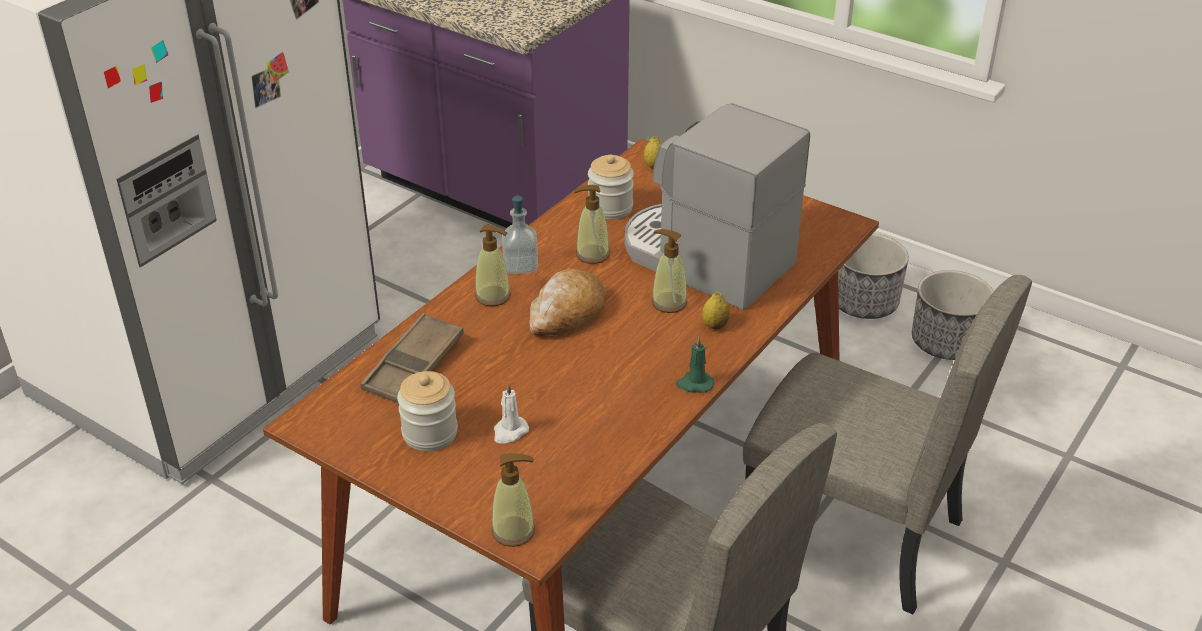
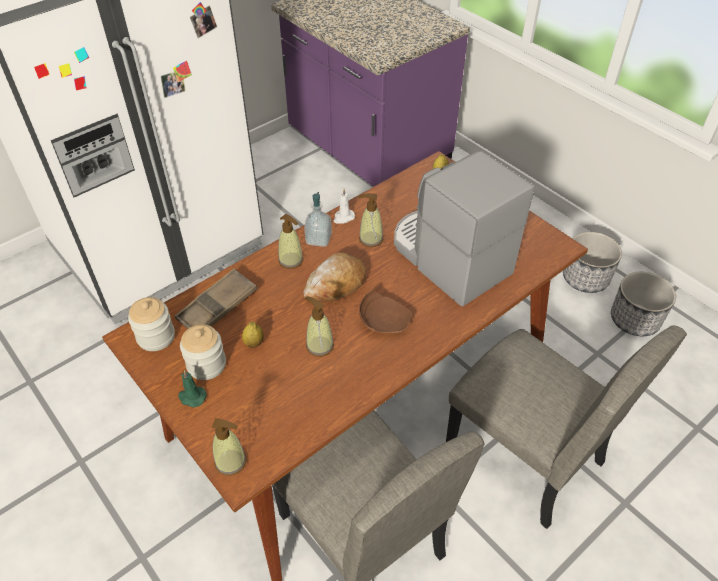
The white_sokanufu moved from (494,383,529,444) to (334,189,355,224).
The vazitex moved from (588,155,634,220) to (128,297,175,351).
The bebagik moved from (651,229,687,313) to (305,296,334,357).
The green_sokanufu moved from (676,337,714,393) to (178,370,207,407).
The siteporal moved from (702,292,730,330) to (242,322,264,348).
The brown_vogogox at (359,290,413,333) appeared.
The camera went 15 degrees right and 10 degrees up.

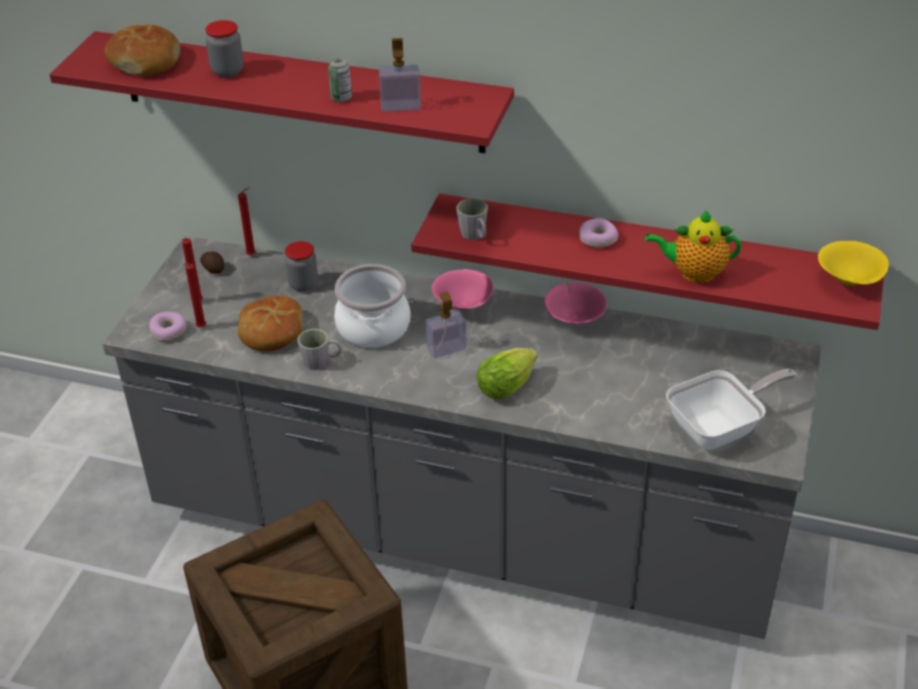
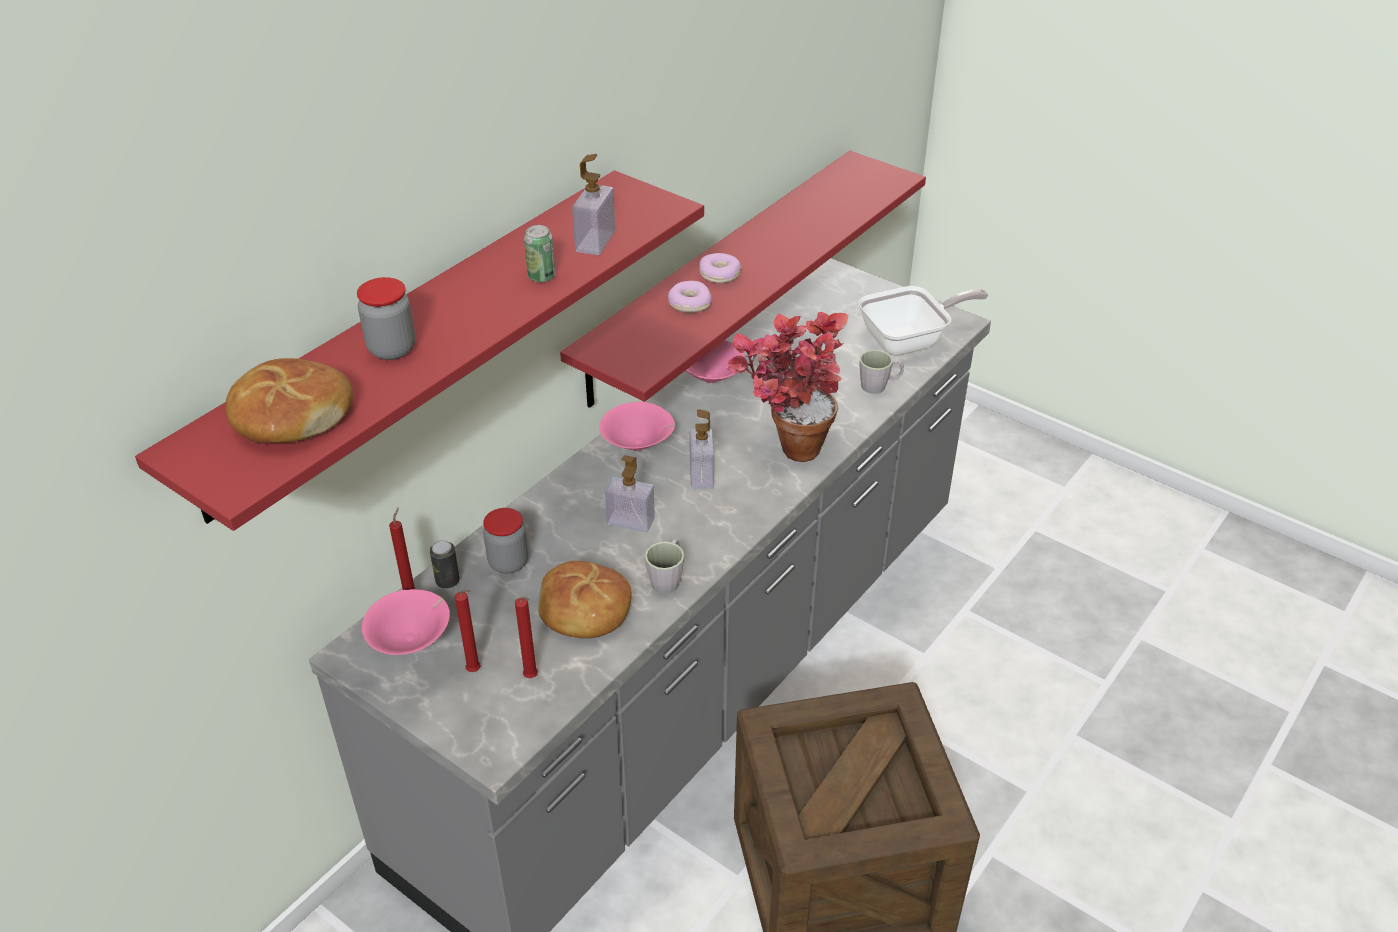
The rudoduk moved from (149,312,187,341) to (668,281,712,313).
The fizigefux at (200,251,224,274) was replaced by the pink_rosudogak at (362,589,450,655).
The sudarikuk at (334,264,410,348) was replaced by the bebagik at (605,455,655,532).
The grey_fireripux moved from (456,198,488,240) to (860,350,904,394).
The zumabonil at (476,348,537,399) was replaced by the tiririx at (726,312,848,462).
The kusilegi at (645,210,741,283) disappeared.
The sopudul at (666,369,796,450) turned 75 degrees clockwise.
The yellow_rosudogak at (818,241,889,286) disappeared.
The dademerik at (430,540,460,589) appeared.
The camera went 70 degrees left and 0 degrees up.

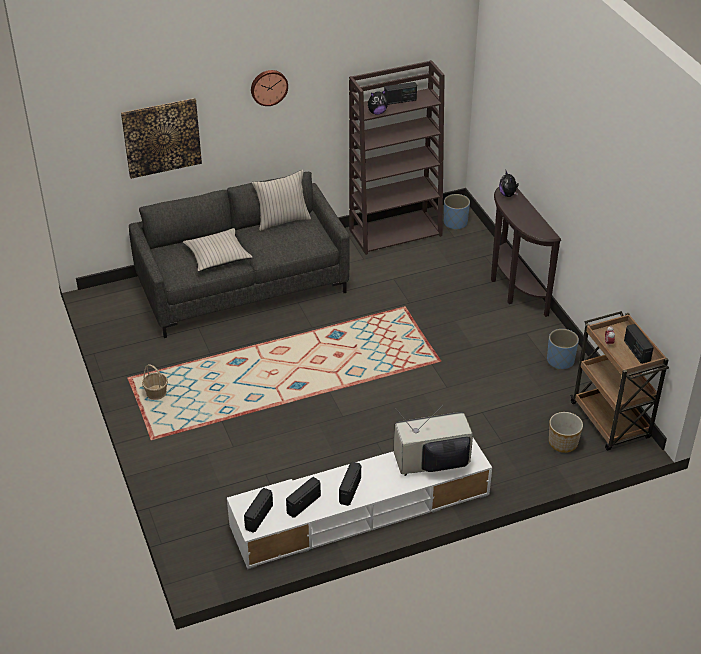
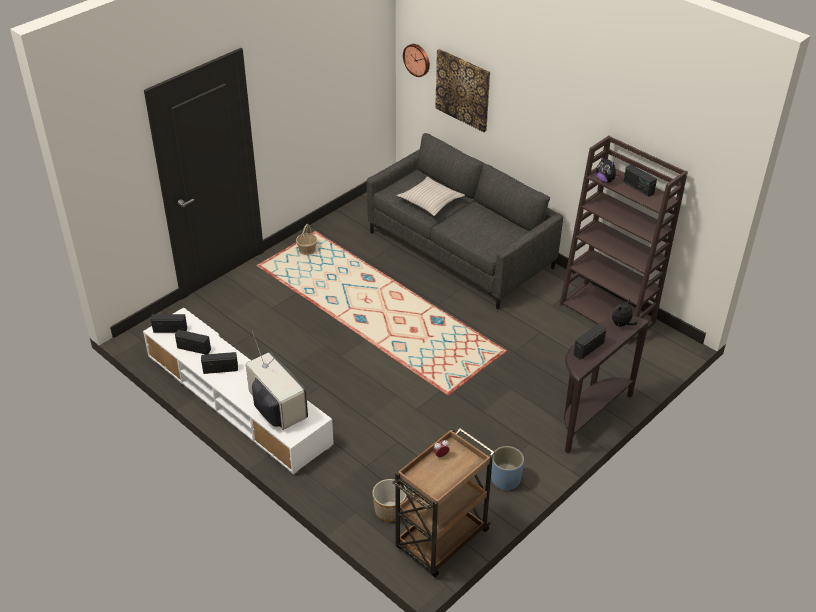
The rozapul moved from (251,70,288,106) to (403,44,430,77).
The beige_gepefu at (252,170,311,231) disappeared.
The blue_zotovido at (444,194,470,230) disappeared.
The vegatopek moved from (624,324,654,364) to (574,324,606,359).
The camera went 65 degrees right and 0 degrees up.

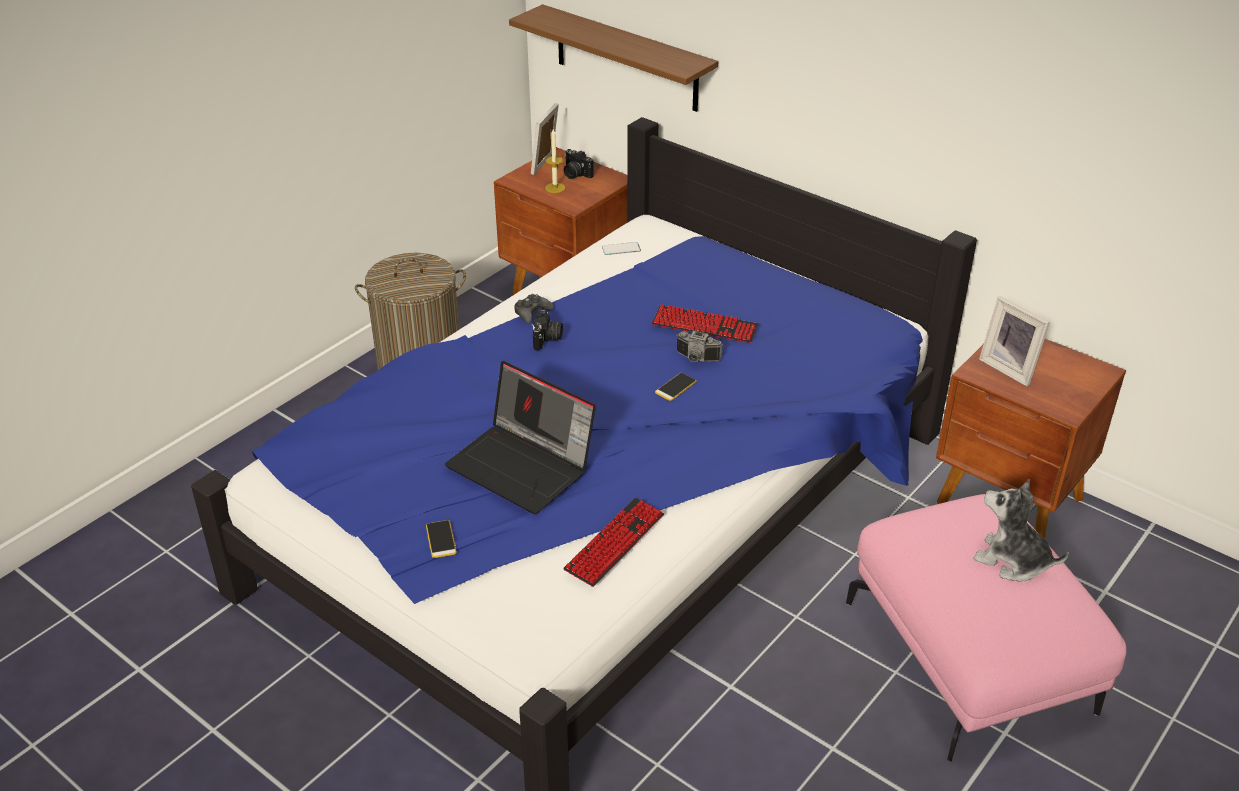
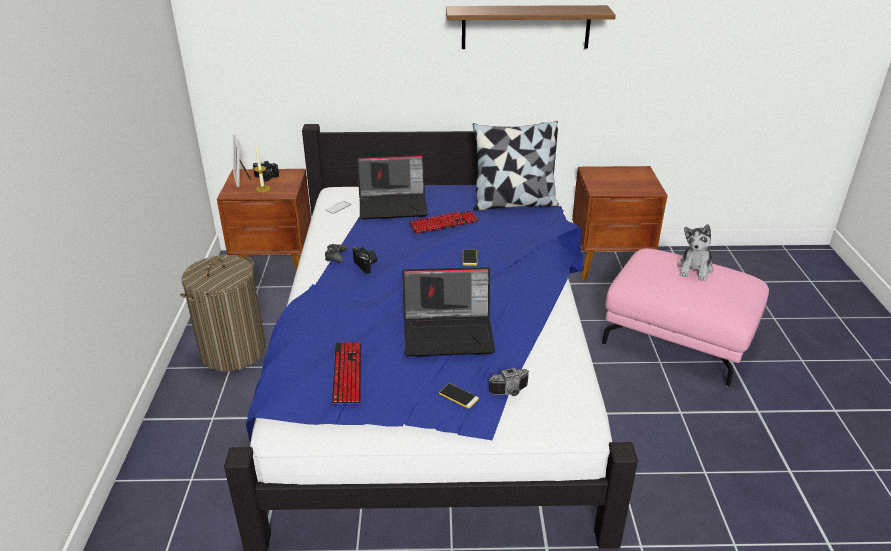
The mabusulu moved from (509,4,718,112) to (446,5,616,49).
The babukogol moved from (563,498,664,587) to (332,342,361,404).
The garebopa moved from (677,331,723,362) to (489,368,529,396).
The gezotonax at (973,479,1069,581) turned 60 degrees counterclockwise.
The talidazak at (979,296,1050,386) disappeared.
The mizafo at (357,155,428,219) appeared.
The gepefu at (473,121,559,211) appeared.
The camera went 40 degrees left and 5 degrees down.

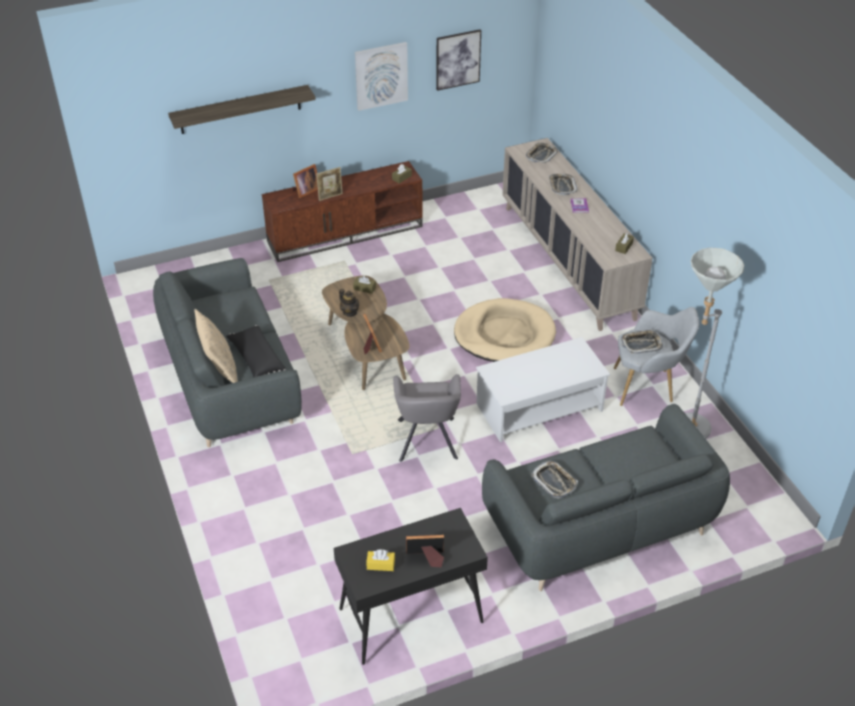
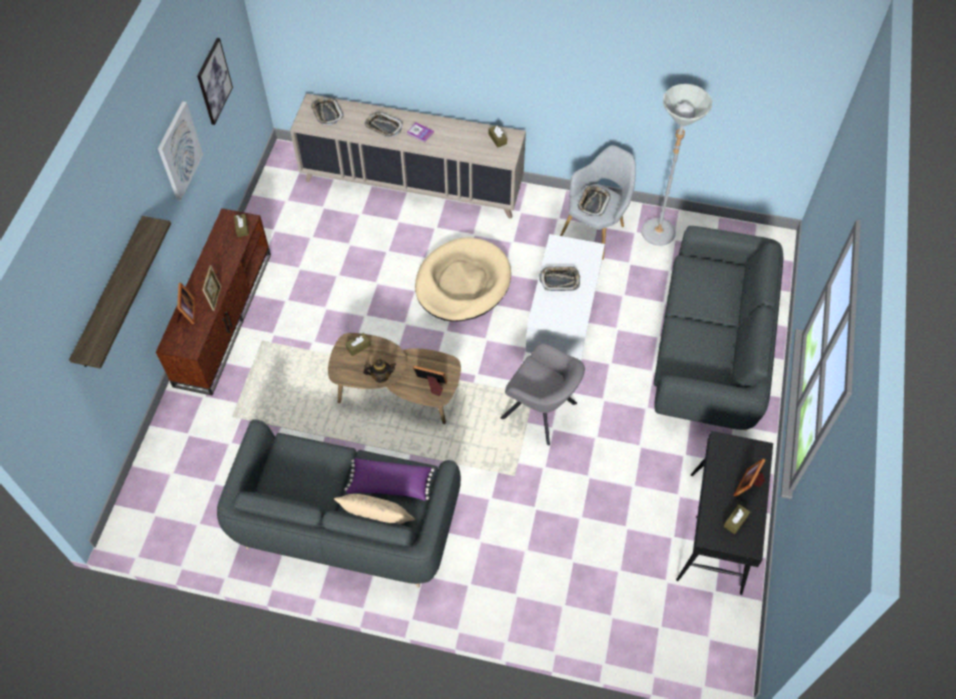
The black_gepefu at (226,325,286,377) became the purple_gepefu at (344,458,434,501).
The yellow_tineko at (366,549,395,571) became the brown_tineko at (723,504,750,534).
The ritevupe moved from (531,461,578,499) to (539,266,580,291).
The camera went 55 degrees left and 15 degrees up.

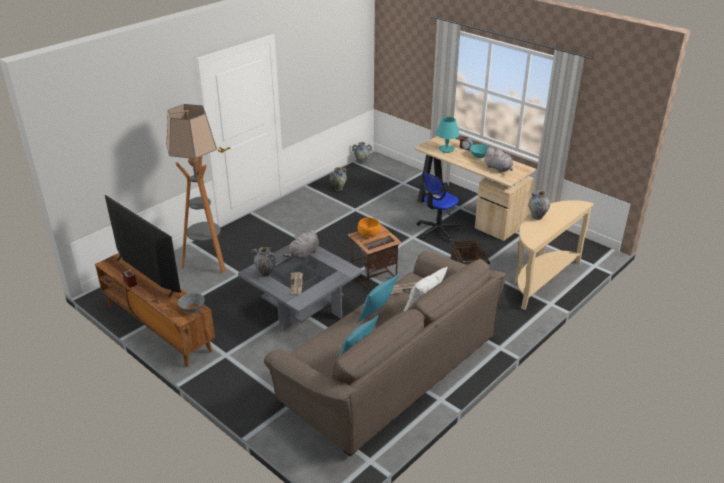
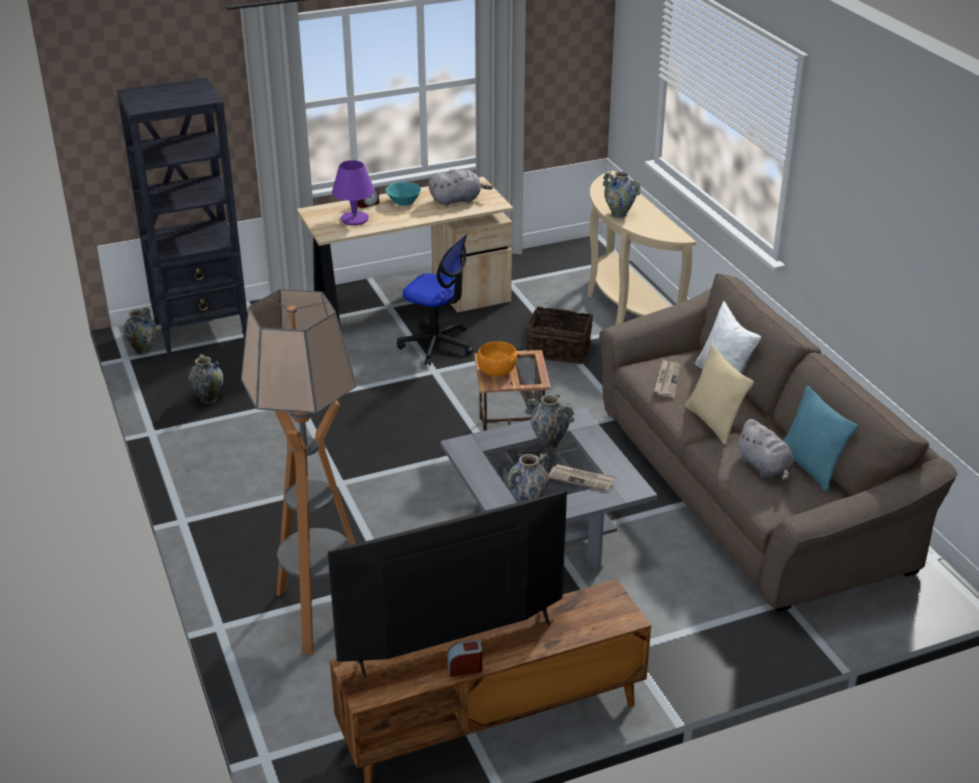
The grey_rosudogak at (178,293,205,313) disappeared.
The grey_gezotonax moved from (283,230,319,260) to (736,419,794,482).
The turquoise_gepefu at (357,274,399,323) became the beige_gepefu at (685,345,754,445).
The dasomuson at (416,171,460,242) turned 45 degrees counterclockwise.
The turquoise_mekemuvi at (436,117,460,153) became the purple_mekemuvi at (332,160,375,225).
The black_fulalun at (117,78,247,354) appeared.
The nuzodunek at (525,394,574,449) appeared.
The camera went 65 degrees left and 0 degrees up.

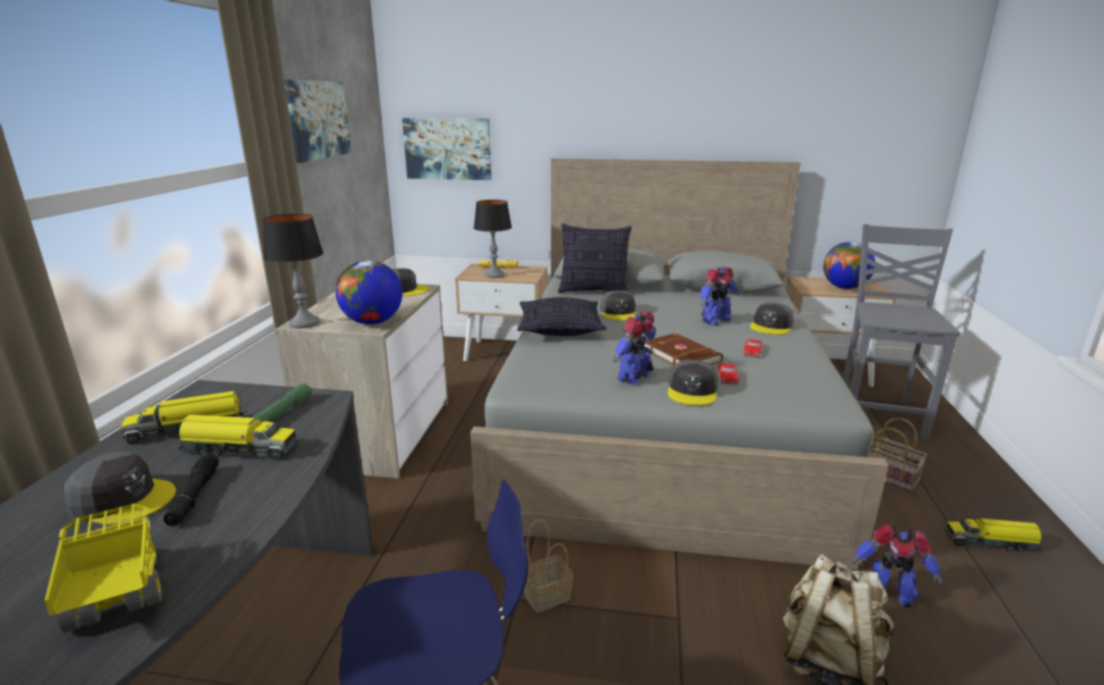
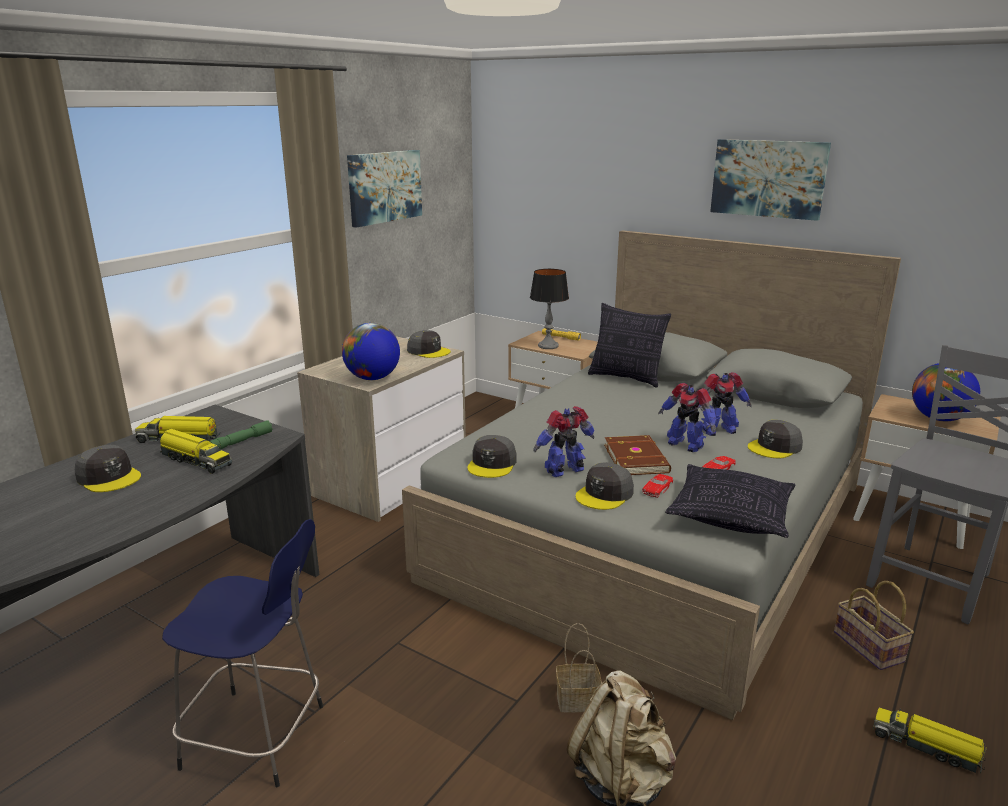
The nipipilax at (44,503,162,633) disappeared.
The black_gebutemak at (164,453,219,526) disappeared.
The mekemuvi at (263,214,323,328) disappeared.
The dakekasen moved from (402,118,491,180) to (710,139,831,221).
The gepefu moved from (517,297,606,336) to (665,464,796,538).
The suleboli moved from (524,520,573,613) to (556,623,602,713).
The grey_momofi moved from (600,290,638,321) to (467,435,517,478).
The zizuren moved from (852,524,942,607) to (658,383,717,452).
The camera went 25 degrees right and 0 degrees up.

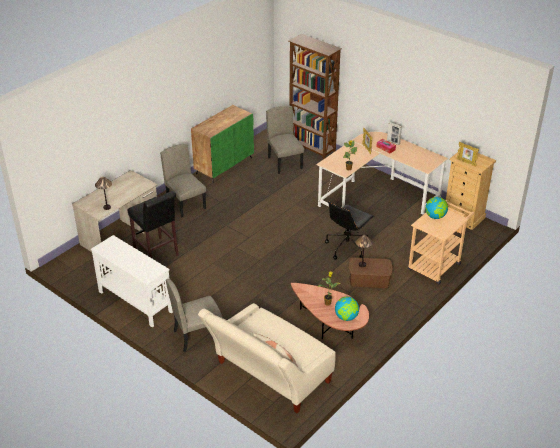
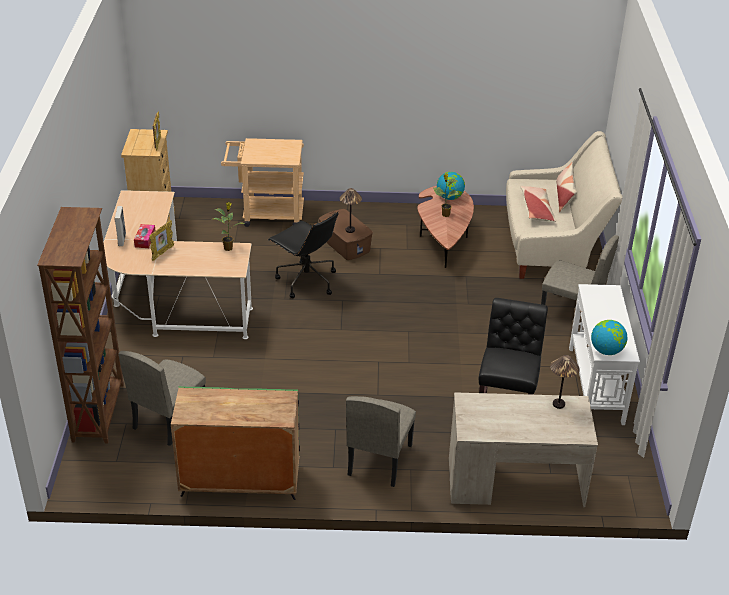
The black_dasomuson at (325,202,374,260) turned 45 degrees clockwise.
The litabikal moved from (425,197,448,219) to (591,320,628,355).
The gepefu at (520,186,557,222) appeared.
The camera went 130 degrees left and 0 degrees up.

